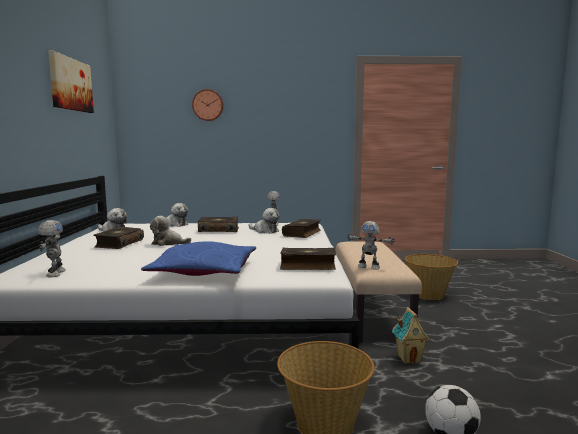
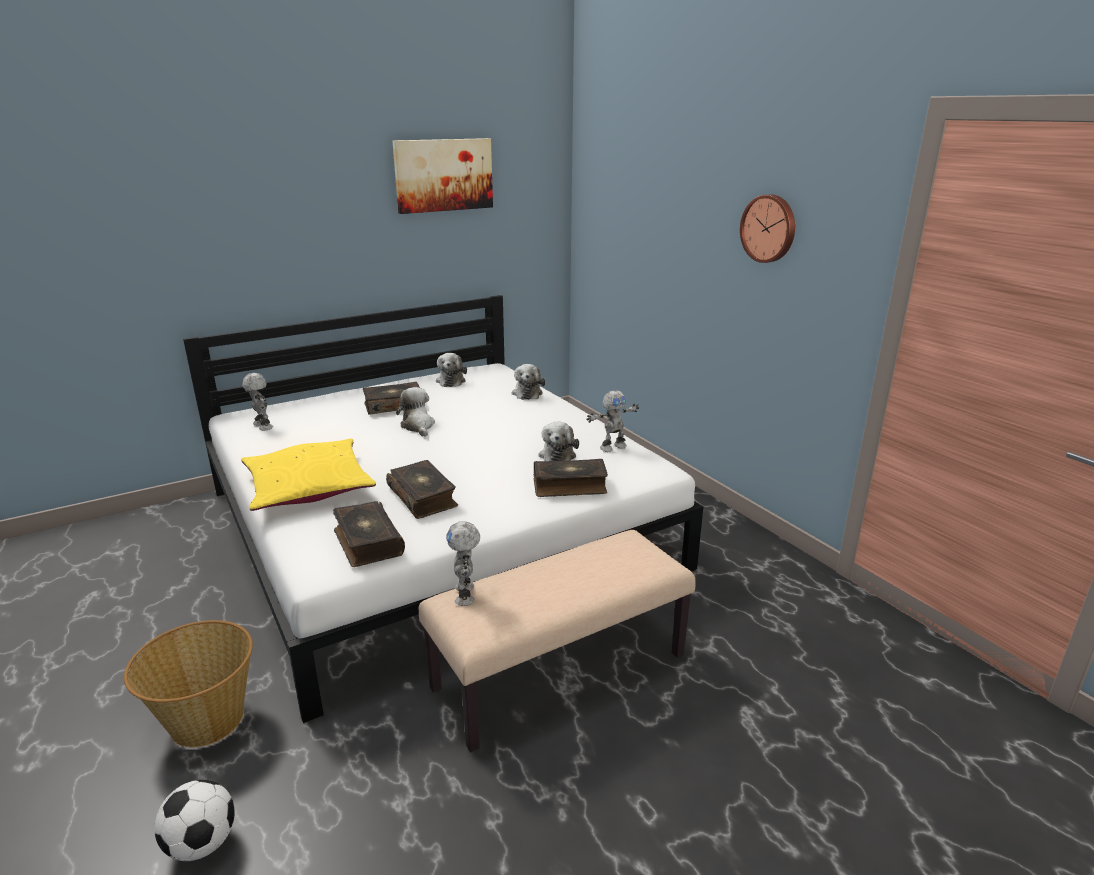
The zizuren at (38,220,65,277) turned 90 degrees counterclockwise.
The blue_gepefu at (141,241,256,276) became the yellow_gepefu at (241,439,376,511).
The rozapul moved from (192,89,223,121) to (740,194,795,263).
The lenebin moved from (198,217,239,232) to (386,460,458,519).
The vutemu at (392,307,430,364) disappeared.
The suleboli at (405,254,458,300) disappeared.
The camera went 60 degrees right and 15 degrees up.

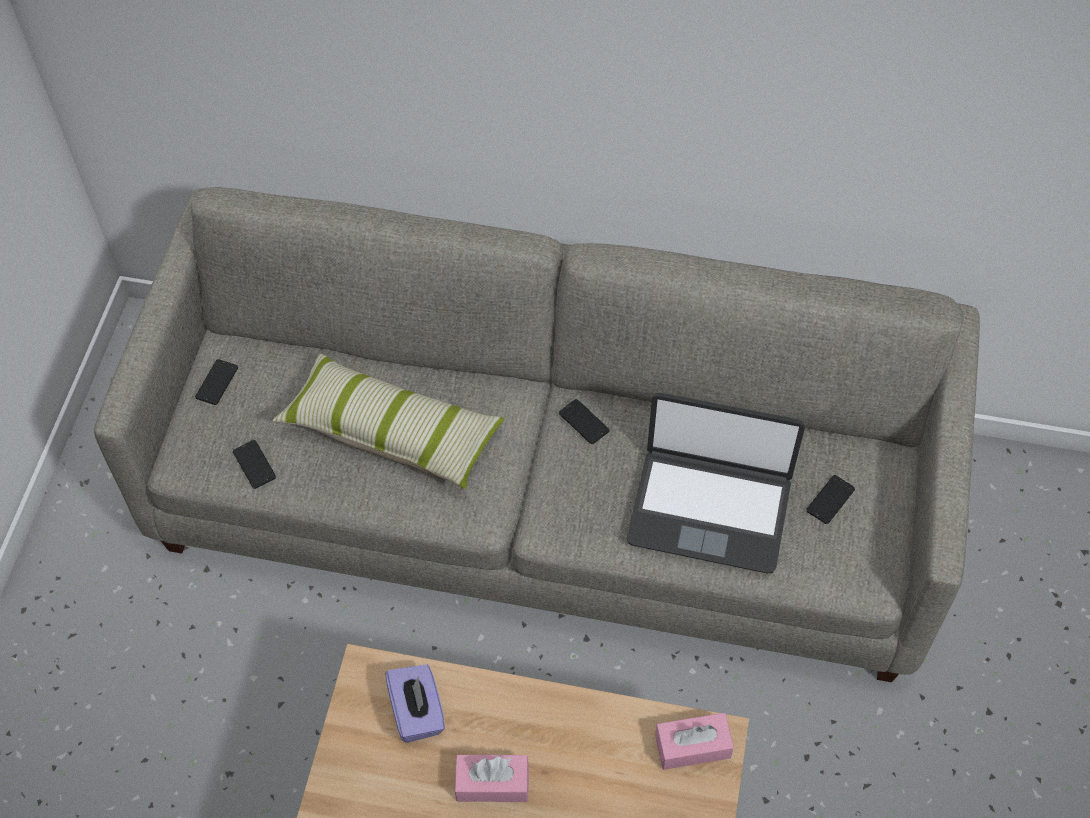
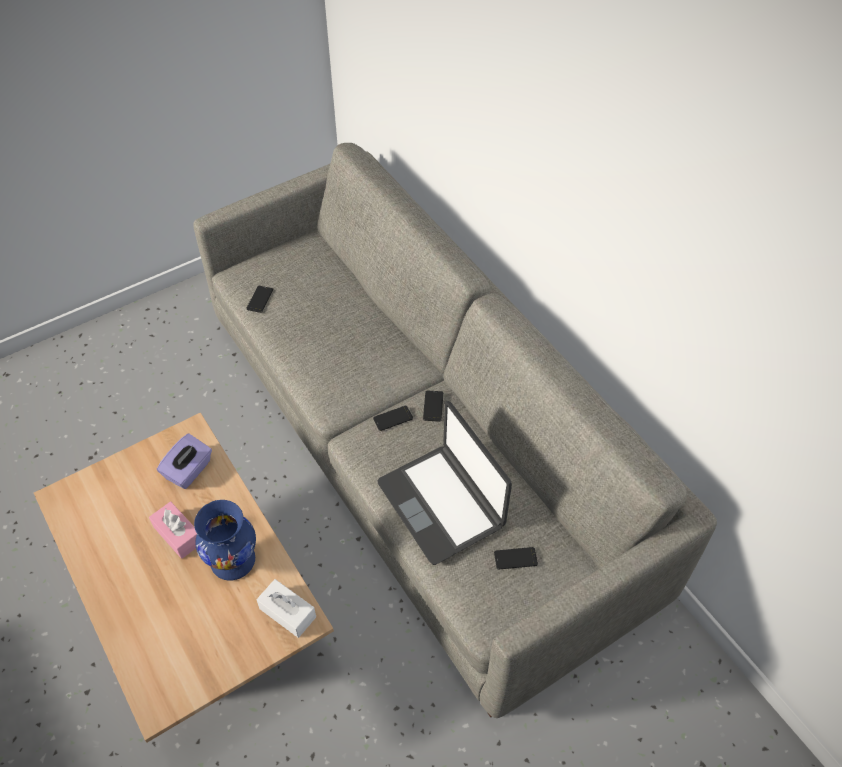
The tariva moved from (195,359,238,405) to (373,406,413,431).
The gepefu at (272,353,505,490) disappeared.
The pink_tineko at (655,713,734,770) became the white_tineko at (257,579,316,638).
The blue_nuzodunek at (194,500,256,581) appeared.
The camera went 45 degrees right and 5 degrees down.

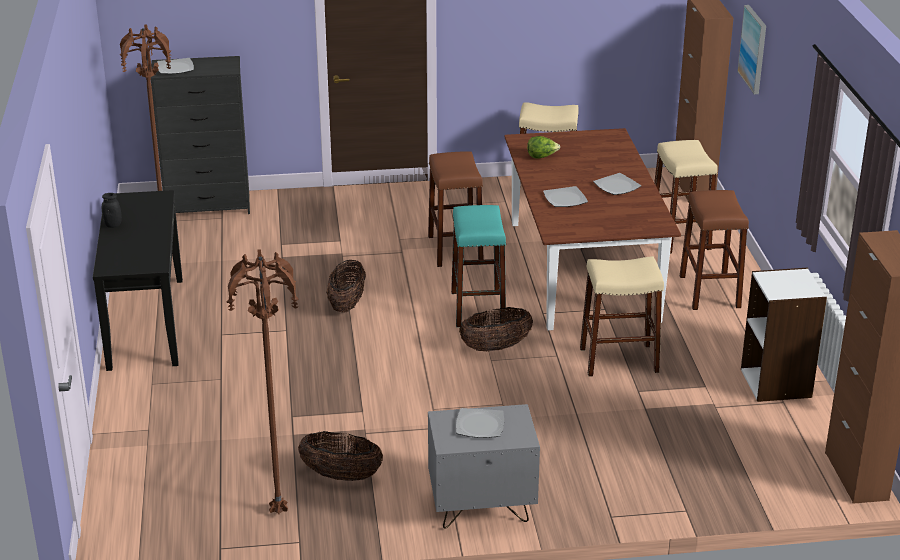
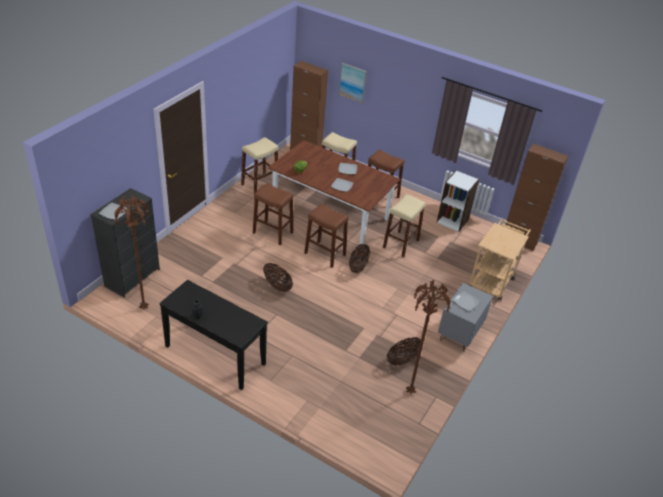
The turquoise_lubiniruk at (451,205,506,327) became the brown_lubiniruk at (304,203,349,268).
The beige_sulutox at (468,218,531,300) appeared.
The camera went 55 degrees left and 10 degrees up.

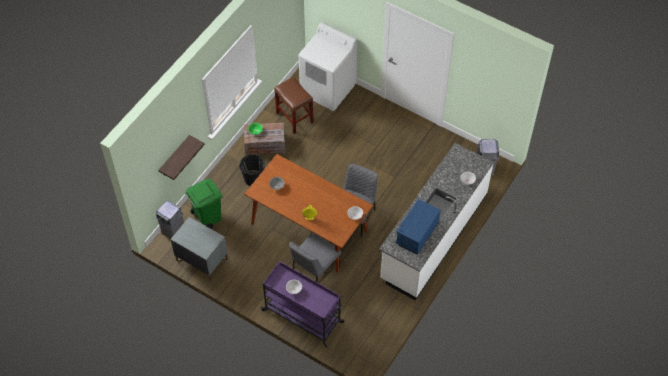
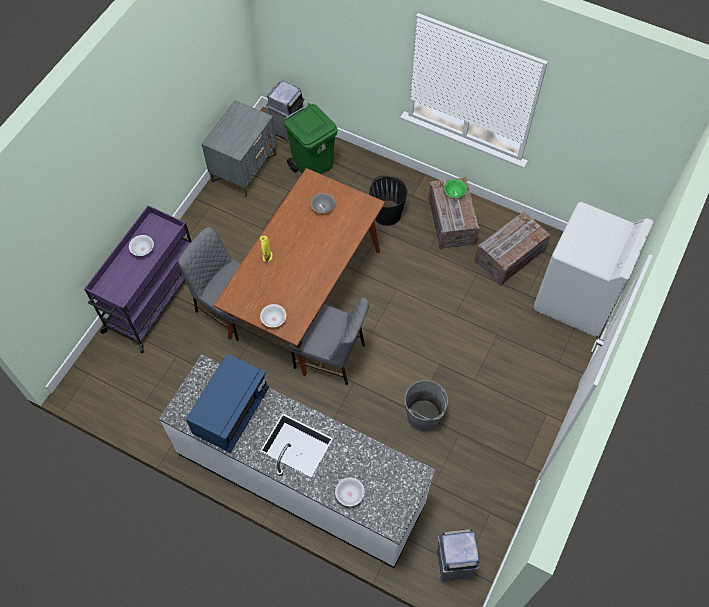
The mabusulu at (158,135,205,180) disappeared.
The brown_lubiniruk at (274,77,314,134) was replaced by the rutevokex at (474,211,551,286).
The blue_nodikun at (395,199,441,255) turned 90 degrees clockwise.
The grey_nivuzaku at (405,380,448,432) appeared.
The camera went 85 degrees right and 5 degrees up.

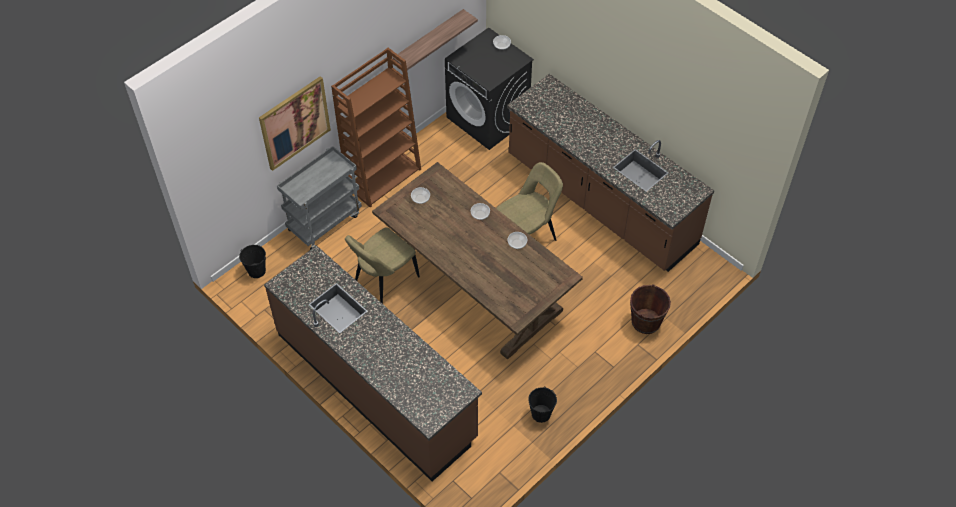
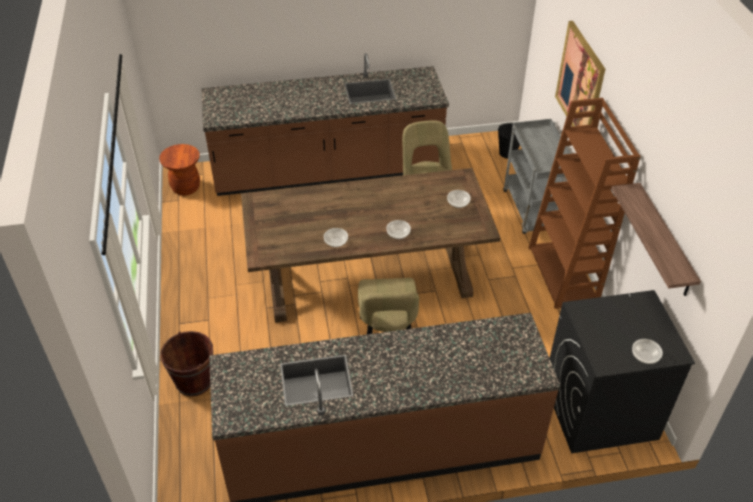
The black_nivuzaku at (528,386,557,423) disappeared.
The brown_lubiniruk at (159,144,200,195) appeared.
The camera went 125 degrees right and 10 degrees down.

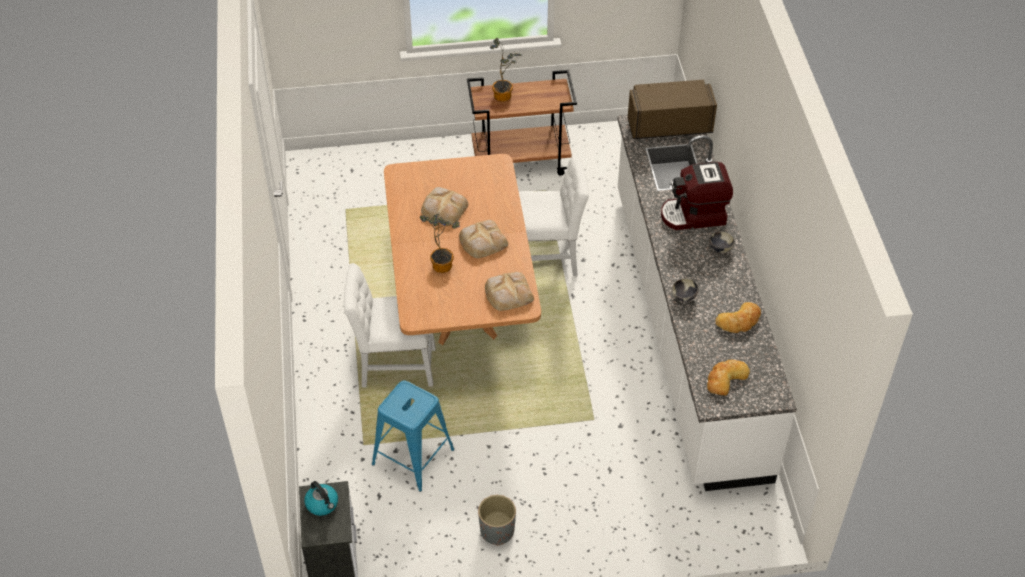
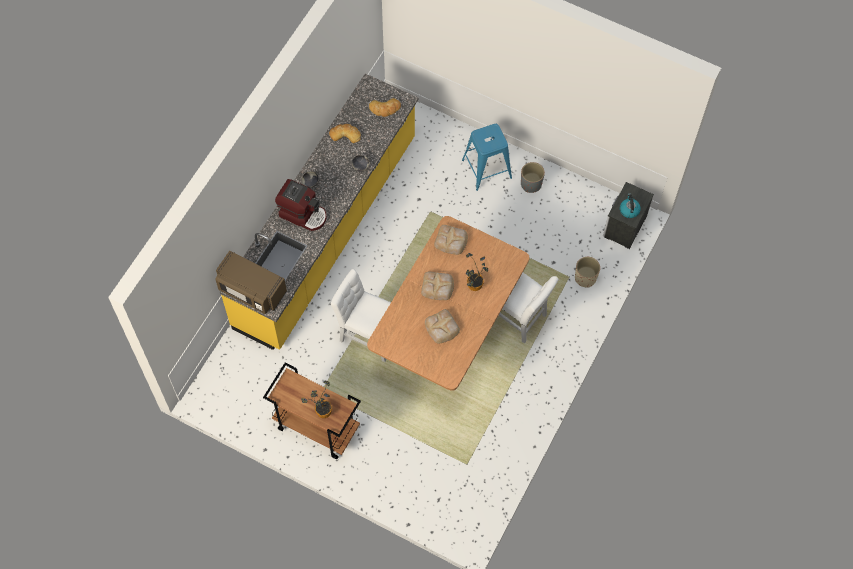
The blue_lubiniruk moved from (372,381,454,492) to (462,124,512,191).
The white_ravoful at (617,115,797,491) became the yellow_ravoful at (220,73,419,350).
The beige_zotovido at (575,257,600,288) appeared.
The camera went 145 degrees left and 15 degrees up.

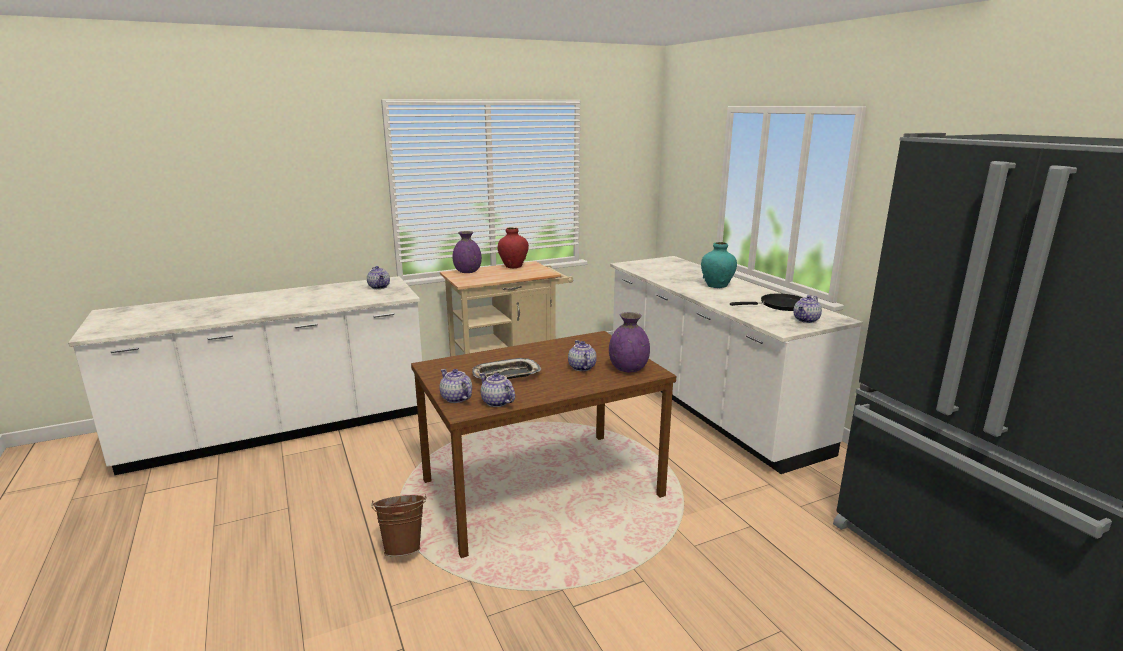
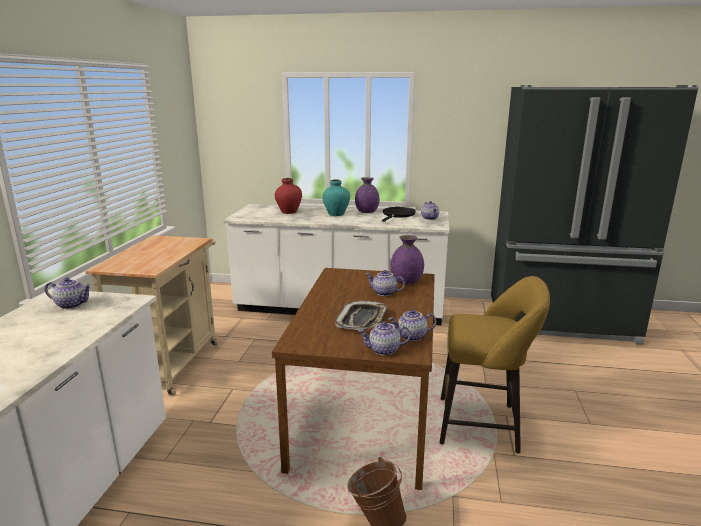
The purple_nuzodunek moved from (452,231,482,273) to (355,177,379,213).
The red_nuzodunek moved from (498,227,529,268) to (275,178,302,214).
The yellow_lubiniruk at (439,276,550,454) appeared.
The camera went 55 degrees left and 0 degrees up.

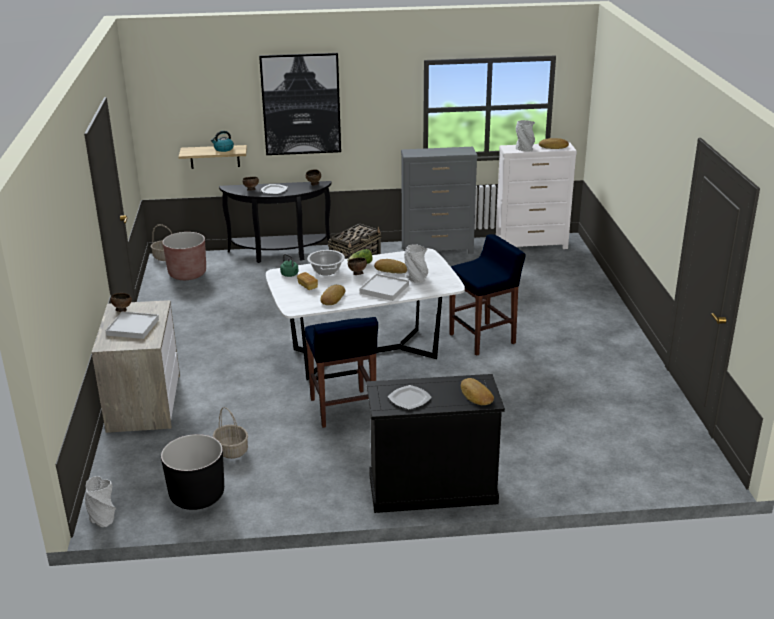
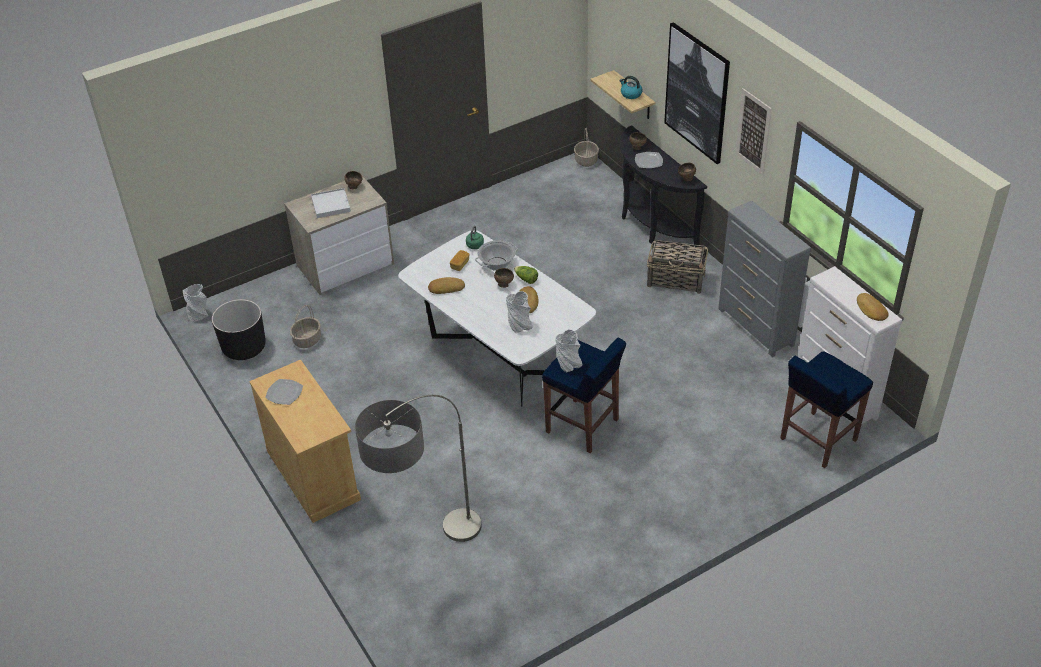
The brown_zotovido at (162,232,206,280) disappeared.
The blue_lubiniruk moved from (305,317,378,428) to (780,352,873,468).
The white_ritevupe at (360,274,409,301) disappeared.
The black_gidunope at (366,374,505,513) became the beige_gidunope at (249,360,361,523).
The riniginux at (461,378,494,405) disappeared.
The grey_nuzodunek moved from (516,120,535,152) to (555,329,583,372).
The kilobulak at (355,395,481,542) appeared.
The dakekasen at (735,88,772,175) appeared.
The camera went 65 degrees right and 15 degrees up.

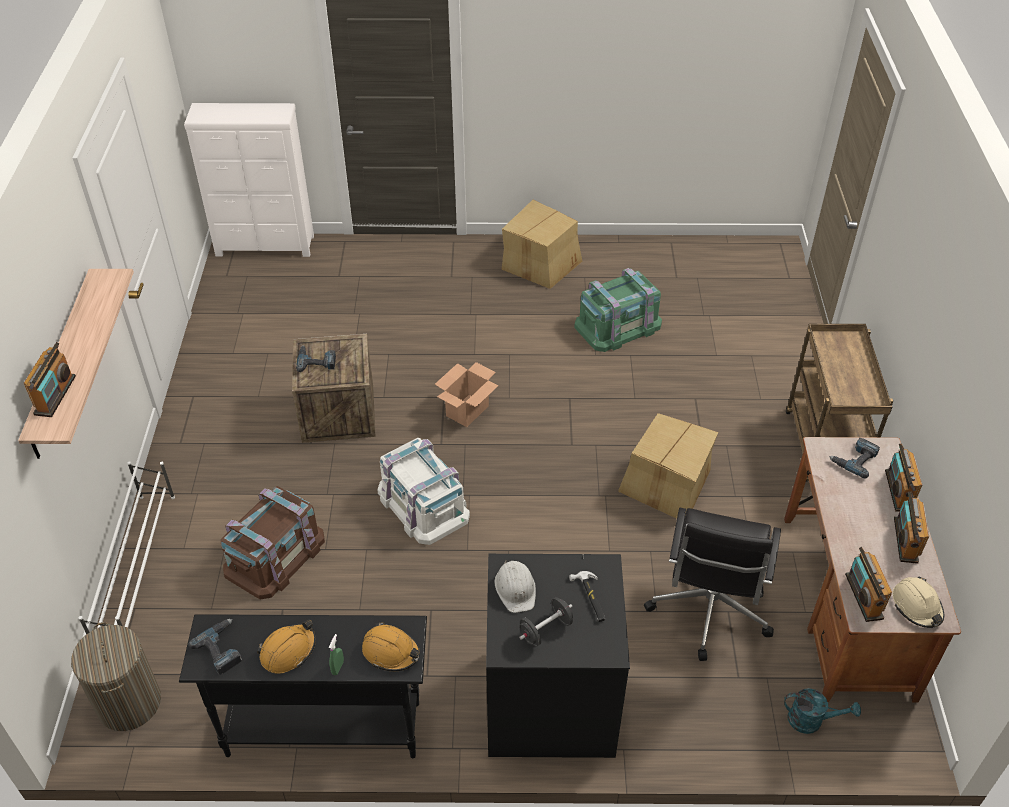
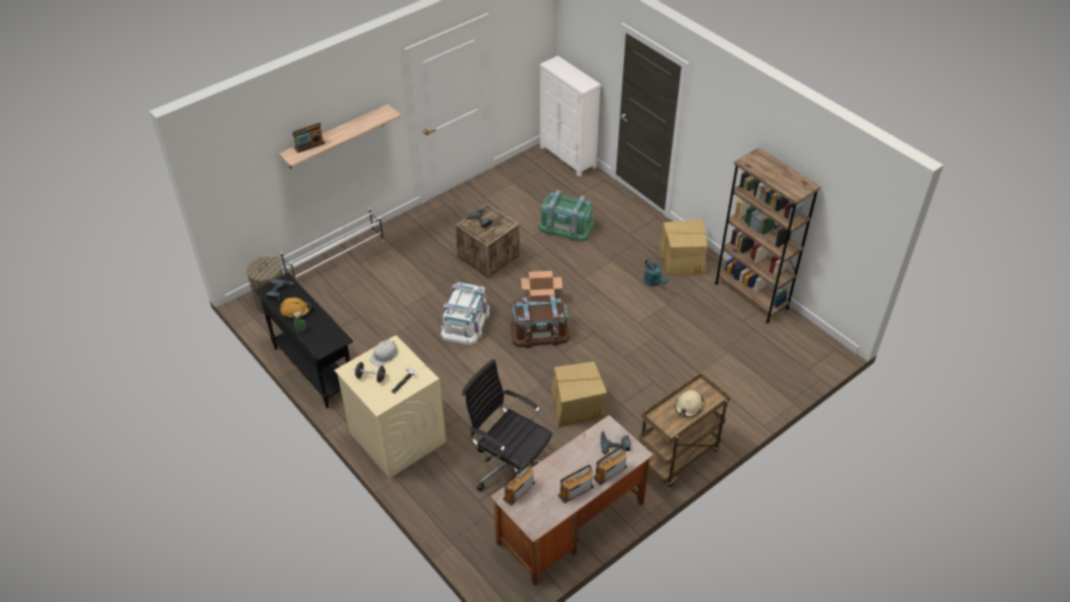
The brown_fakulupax moved from (221,486,325,599) to (510,295,570,348).
The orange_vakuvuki at (362,622,420,671) disappeared.
The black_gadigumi at (486,554,630,758) became the beige_gadigumi at (334,335,446,478).
The green_fakulupax moved from (574,268,662,352) to (538,190,595,242).
The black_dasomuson at (644,508,781,661) turned 60 degrees clockwise.
The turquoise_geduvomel moved from (784,688,861,734) to (644,259,668,286).
The beige_vakuvuki moved from (893,576,944,628) to (675,390,704,417).
The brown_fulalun at (714,147,821,323) appeared.
The camera went 50 degrees right and 0 degrees up.

